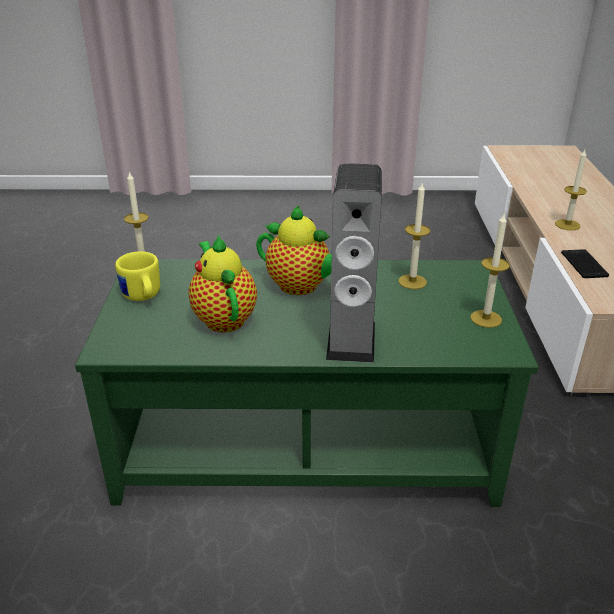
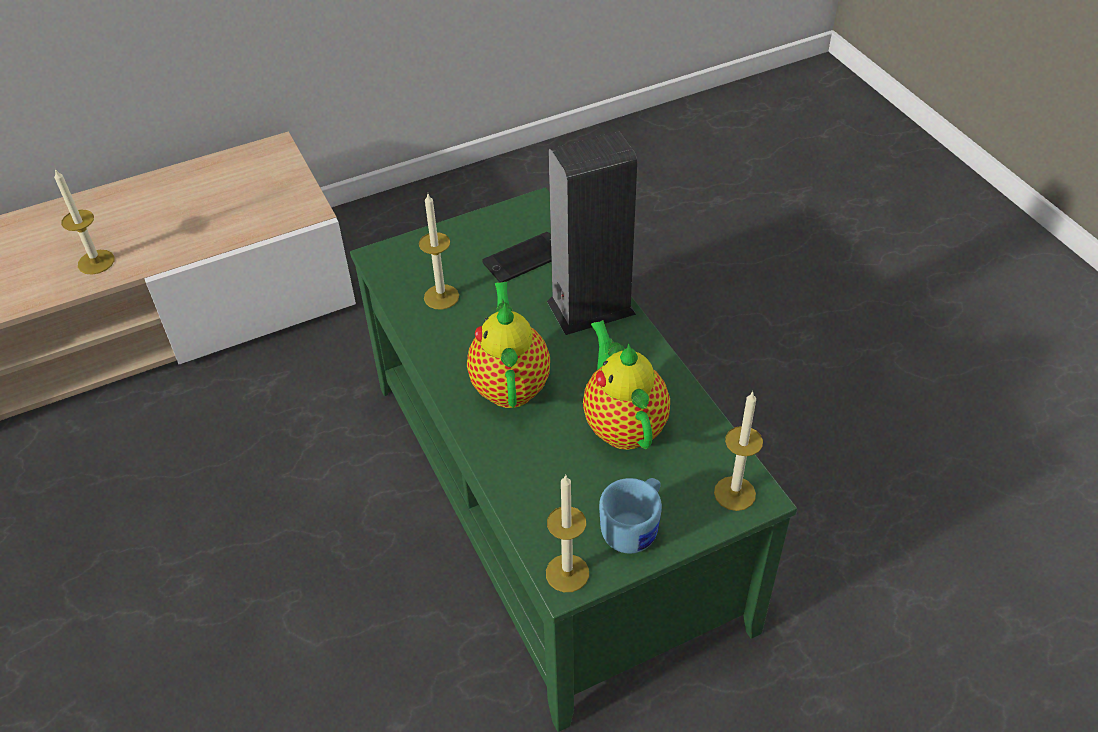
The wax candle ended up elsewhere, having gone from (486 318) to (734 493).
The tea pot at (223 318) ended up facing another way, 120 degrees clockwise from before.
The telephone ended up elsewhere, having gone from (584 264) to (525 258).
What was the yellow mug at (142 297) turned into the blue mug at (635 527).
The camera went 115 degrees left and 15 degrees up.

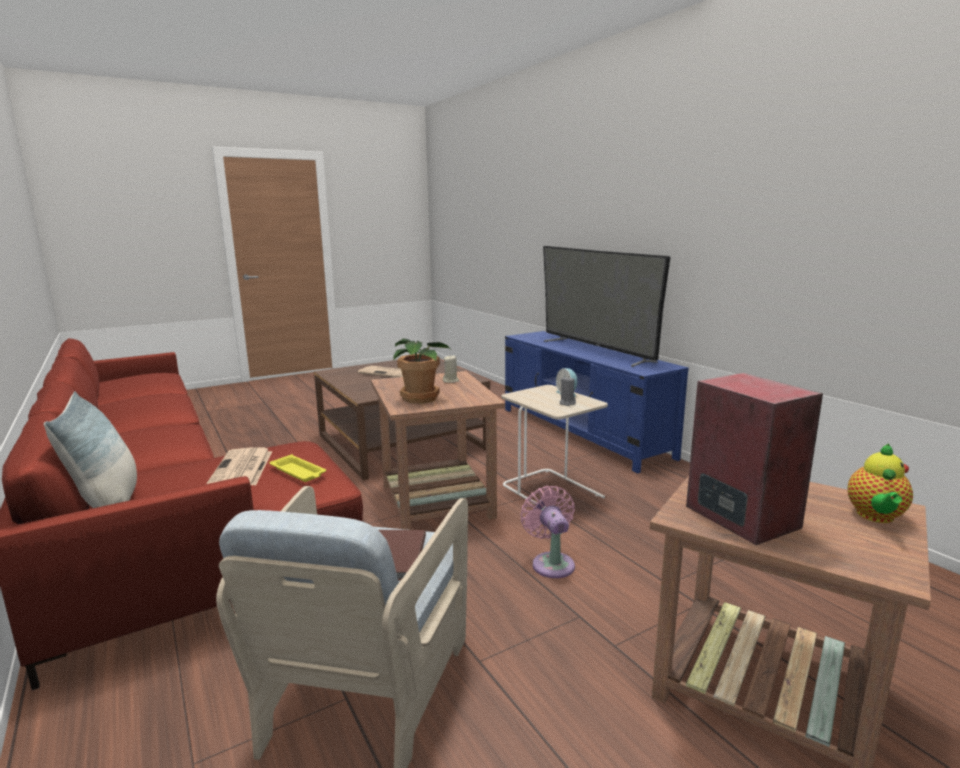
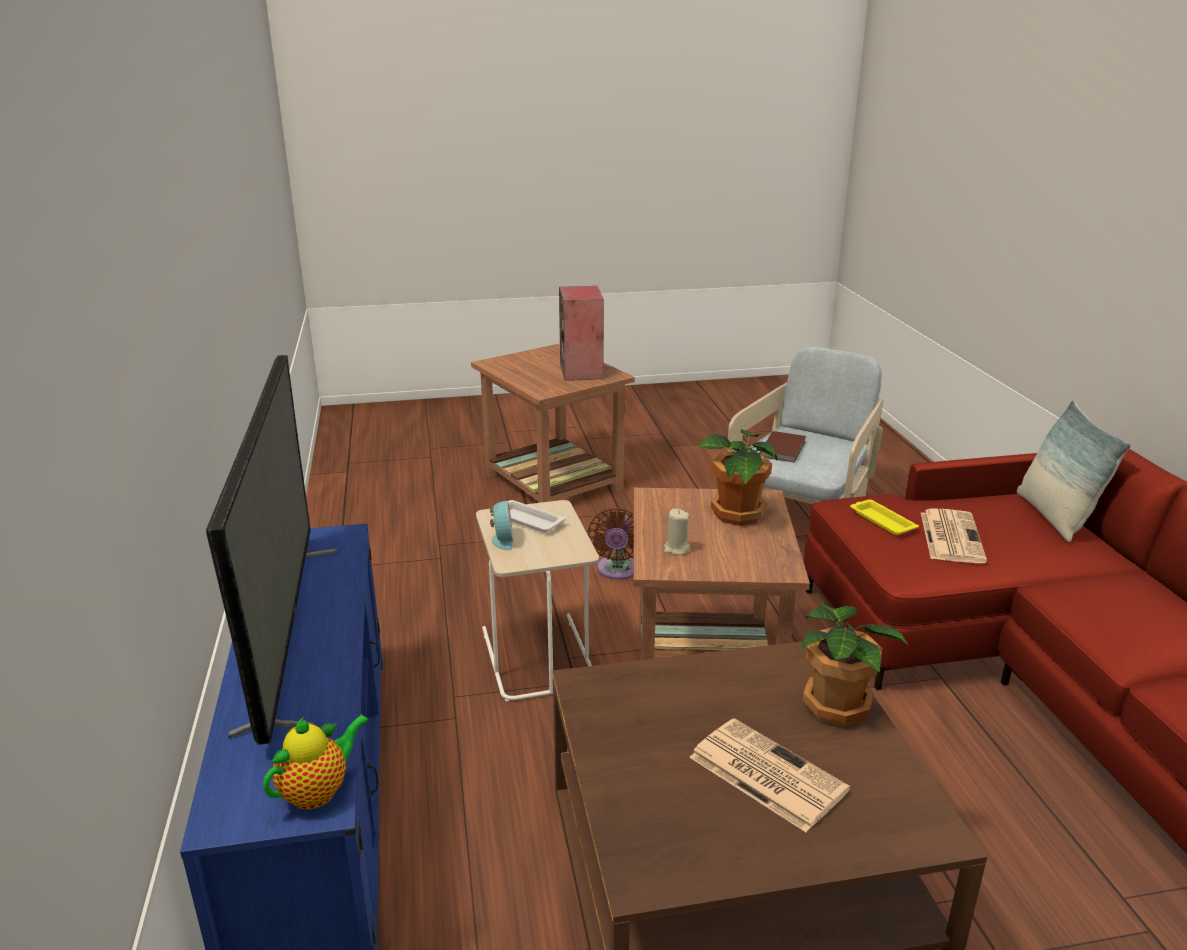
Where the grey wax candle stood at (567 403), the white-coloured tray came to stand at (527 520).
The tea pot ended up elsewhere, having gone from (875 517) to (318 791).
What was the pink-coloured fan at (551 563) turned into the brown fan at (617 571).
The second view gained the plant in a pot at (838 705).
The camera went 160 degrees left and 10 degrees up.

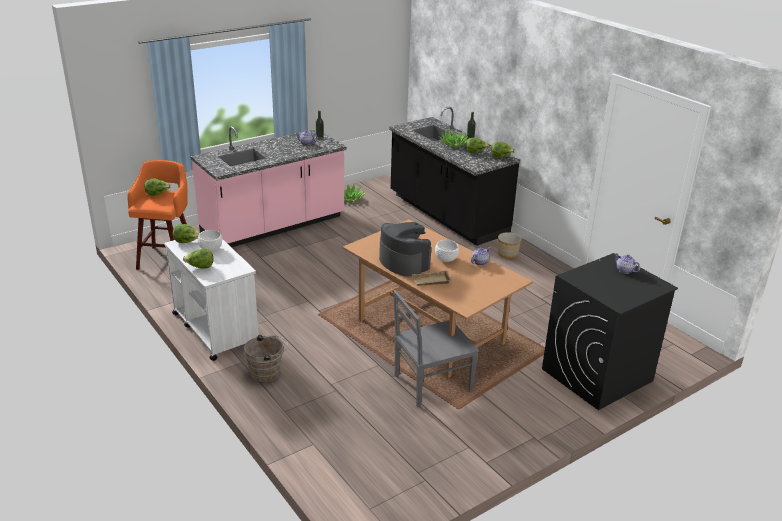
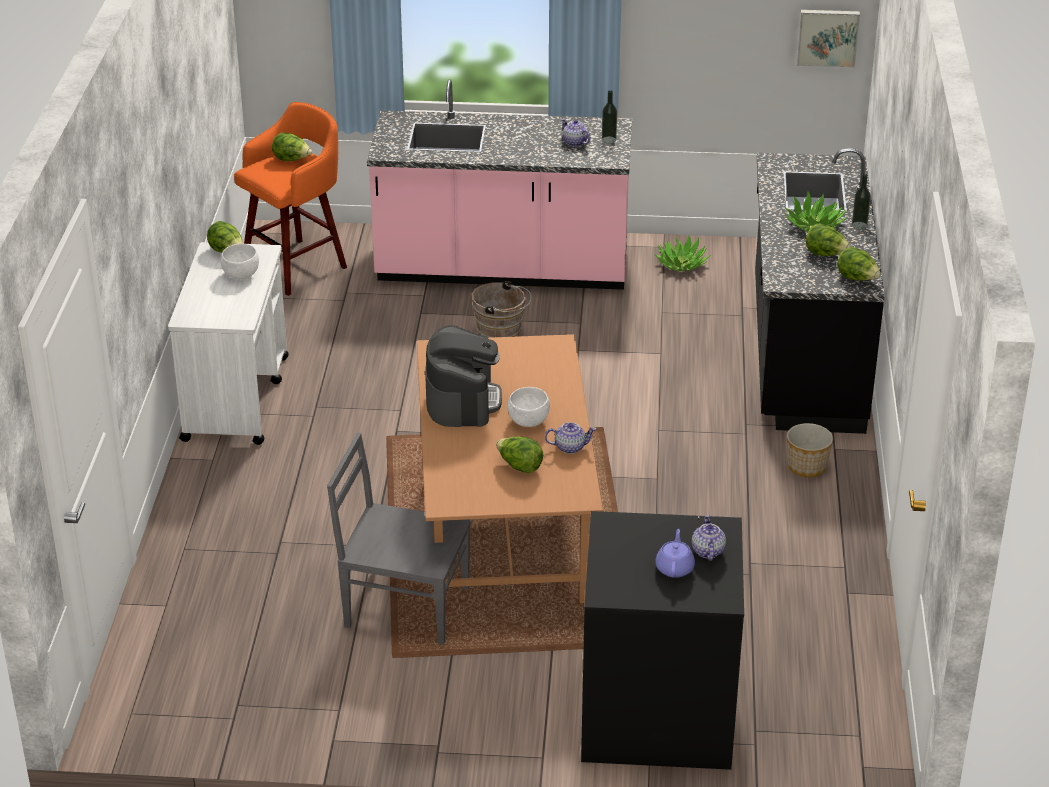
The lettuce head ended up elsewhere, having gone from (200 267) to (519 466).
The second view lost the beige-coloured tray at (430 282).
The brown bucket ended up elsewhere, having gone from (268 373) to (502 336).
The second view gained the wall picture at (827 37).
The second view gained the purple tea pot at (675 568).
The camera went 40 degrees right and 5 degrees up.

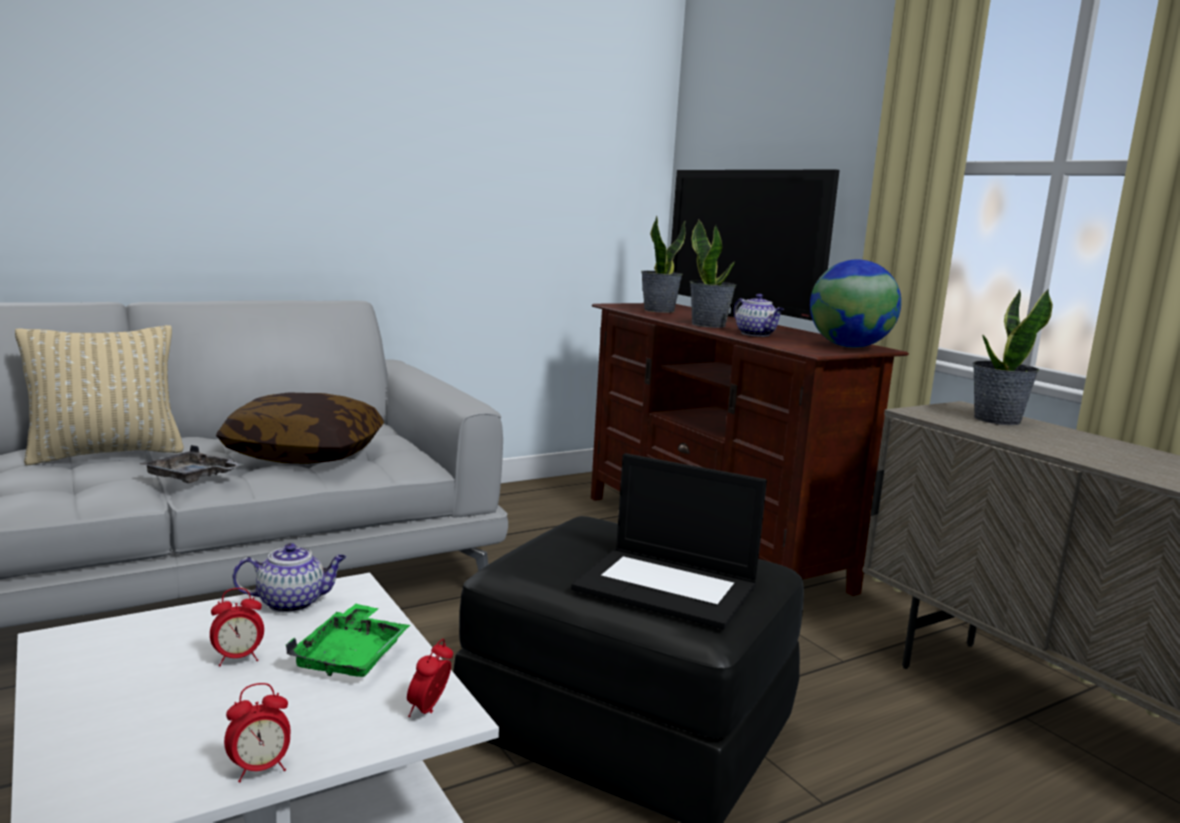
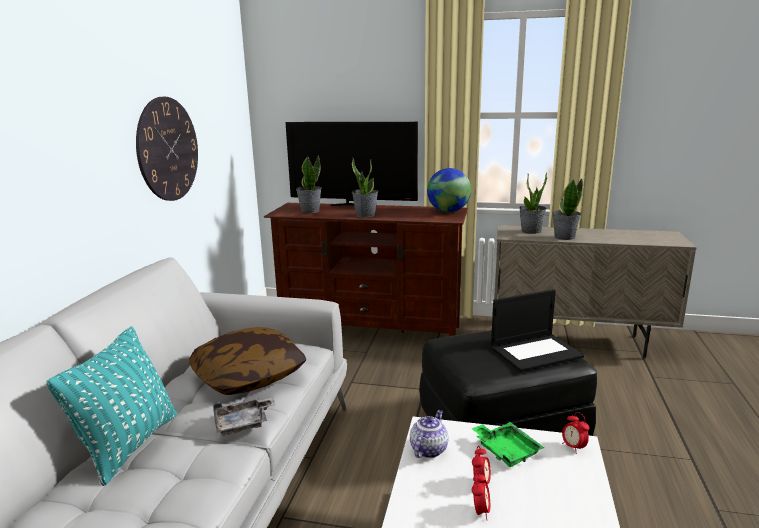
The second view lost the tea pot at (756 334).
What was the beige-coloured cushion at (106 454) turned into the blue-green cushion at (129 445).
The alarm clock ended up elsewhere, having gone from (260 769) to (480 511).
The second view gained the hanging clock at (168 149).
The second view gained the plant in a pot at (564 237).
The camera went 45 degrees left and 5 degrees up.

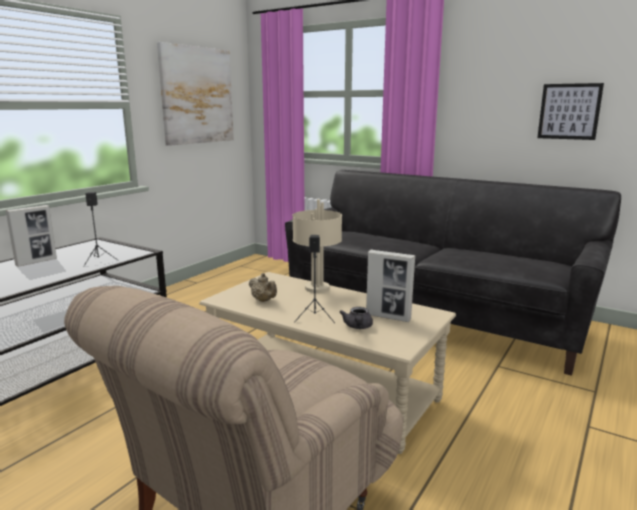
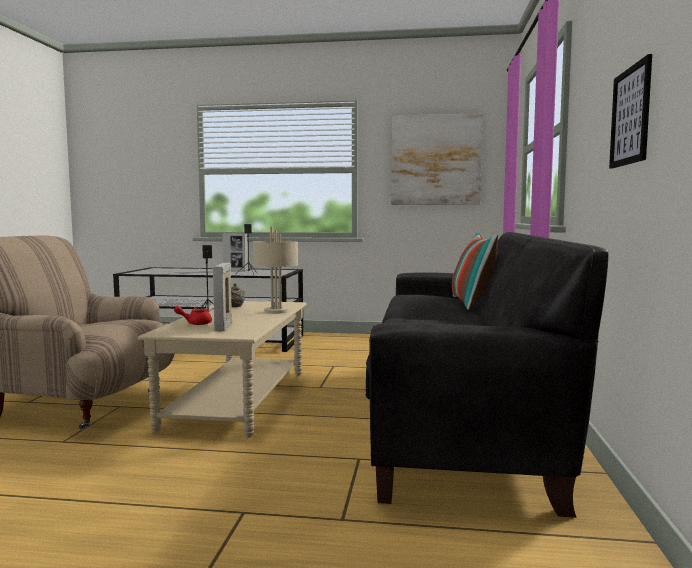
What was the grey tea pot at (358 327) turned into the red tea pot at (195 323).
The second view gained the cushion at (472 304).
The camera went 65 degrees right and 10 degrees down.

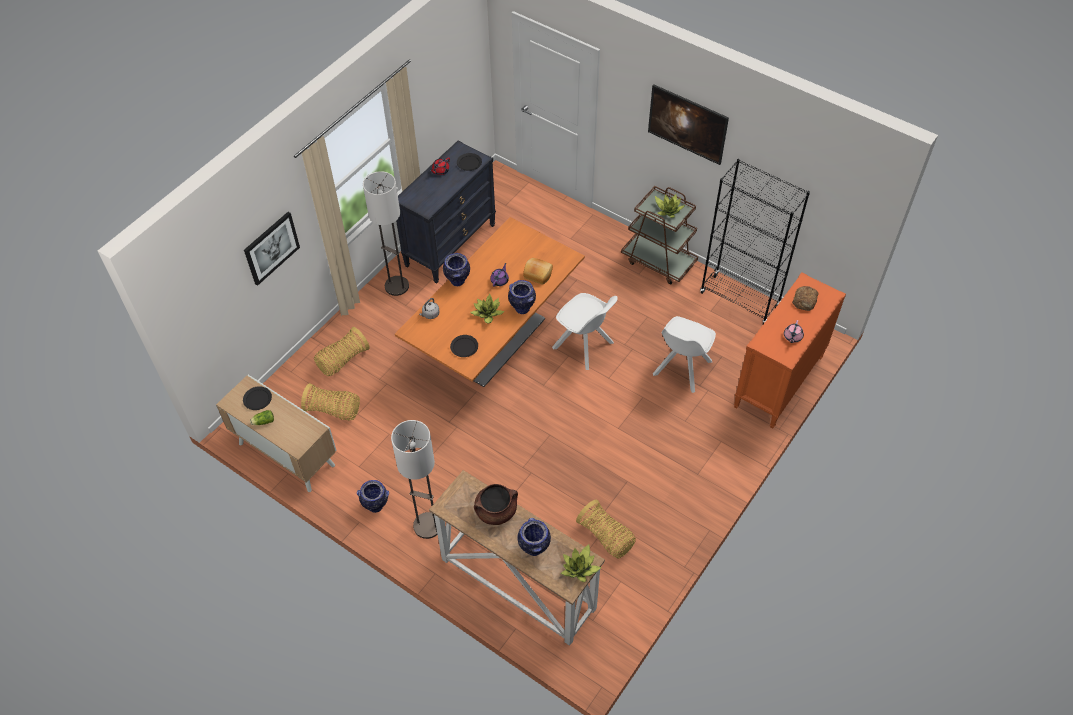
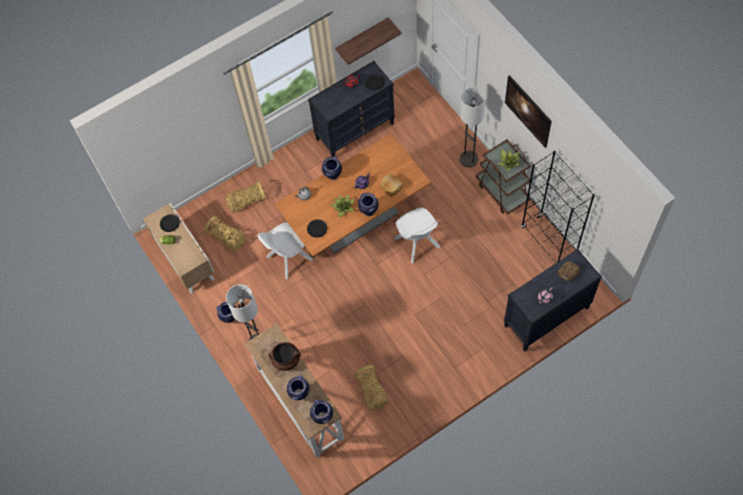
The floor lamp ended up elsewhere, having gone from (396 286) to (468 159).
The second view lost the wall picture at (271 248).
What was the orange-coloured drawer chest at (778 382) turned into the black-coloured drawer chest at (546 317).
The white-coloured upright chair ended up elsewhere, having gone from (681 369) to (288 258).
Where the plant in a pot stood at (580 568), the decorative vase came to stand at (323 417).
The second view gained the wall shelf at (362 38).
The camera went 25 degrees right and 10 degrees up.

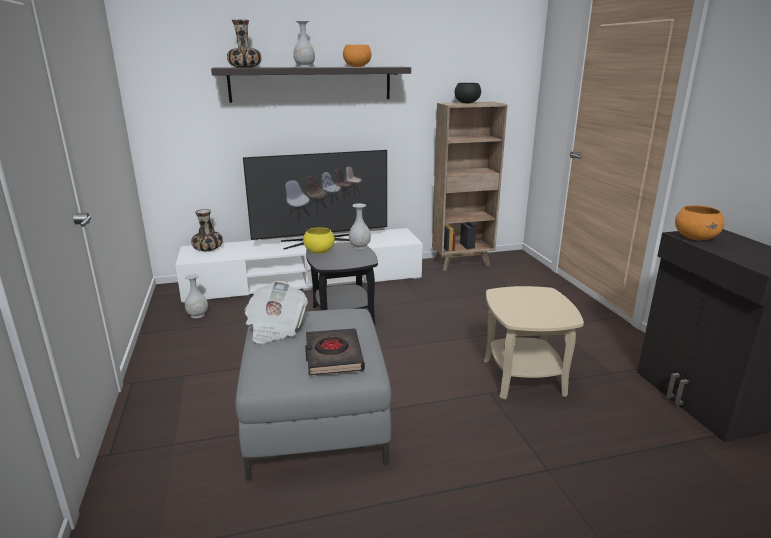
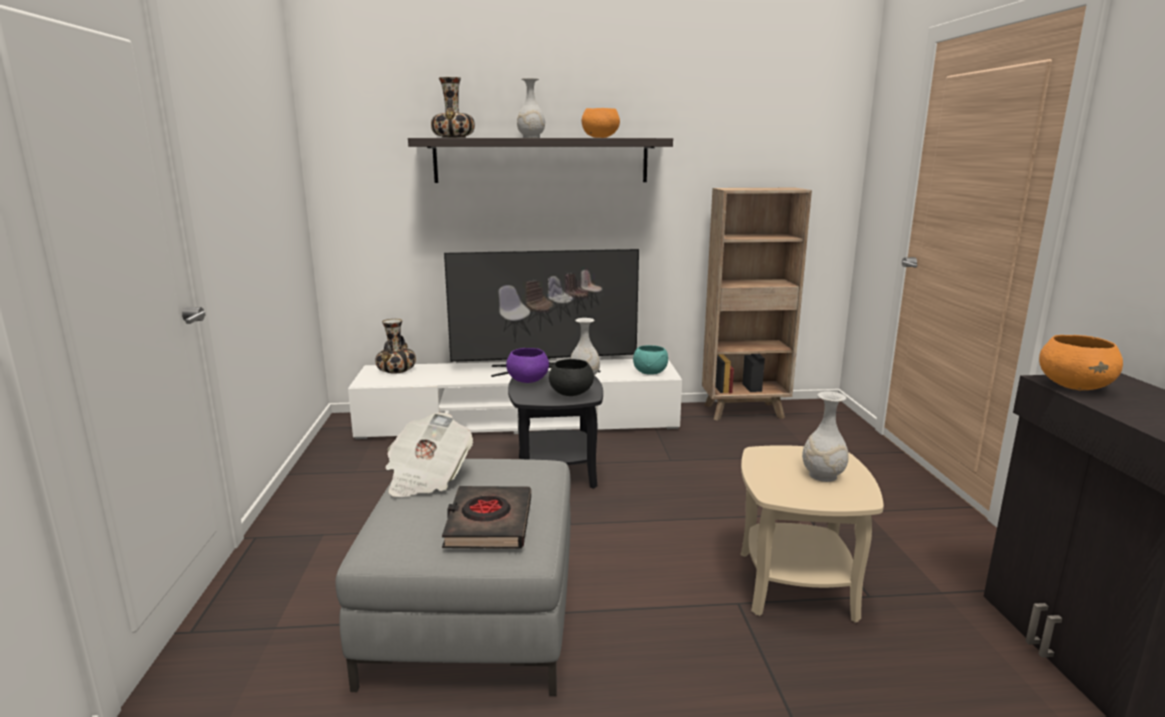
The black-coloured deep dish ended up elsewhere, having gone from (466 103) to (571 393).
What was the yellow deep dish at (319 252) turned into the purple deep dish at (527 381).
The white-coloured decorative vase ended up elsewhere, having gone from (197 315) to (822 475).
The second view gained the blue-green deep dish at (650 372).
The camera went 10 degrees right and 5 degrees down.

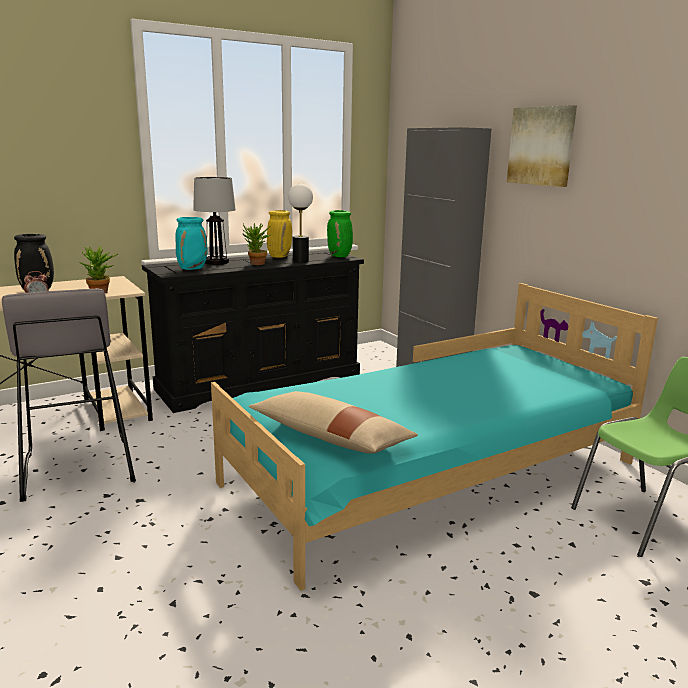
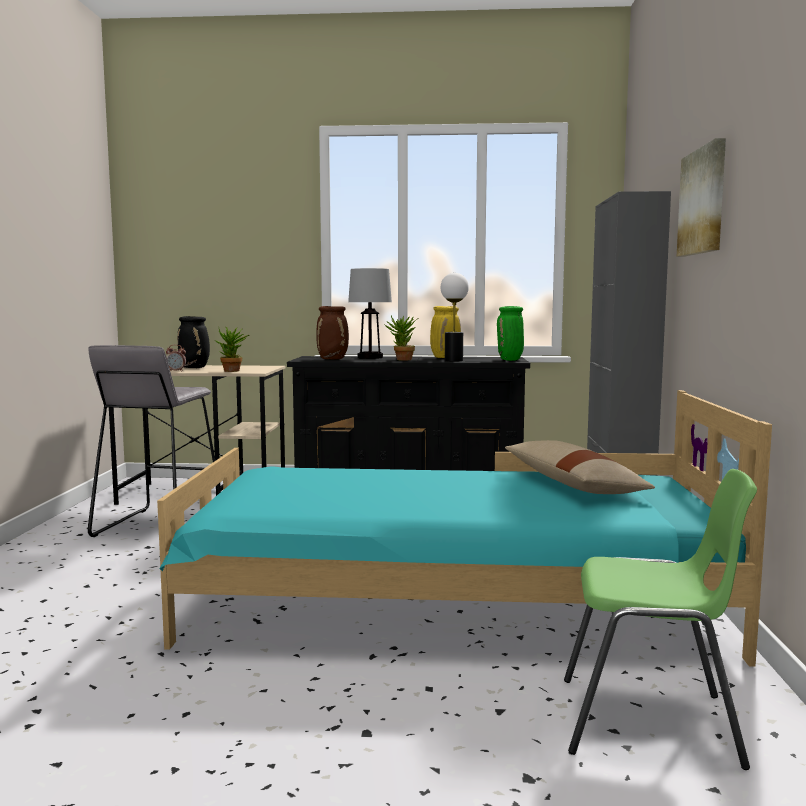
What was the blue-green decorative vase at (193 268) turned into the brown decorative vase at (333 359).
The beige-coloured cushion ended up elsewhere, having gone from (330 437) to (572 484).
The camera went 35 degrees right and 10 degrees down.

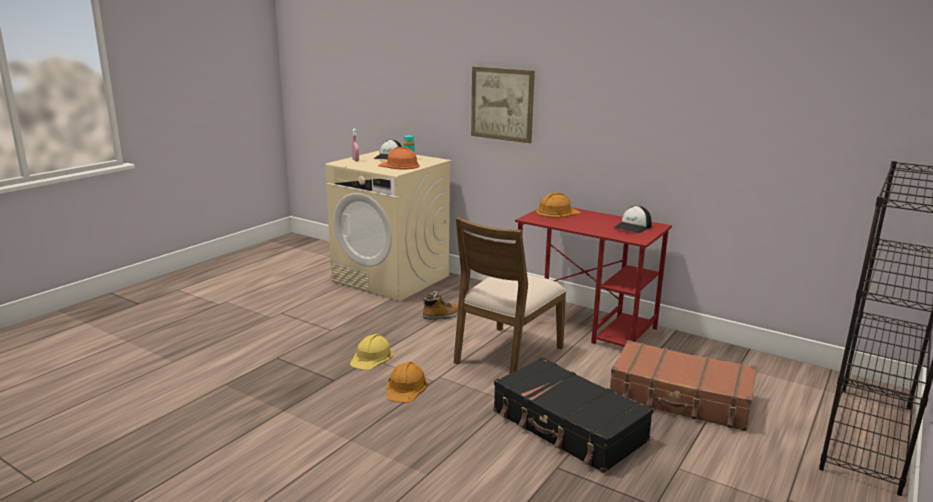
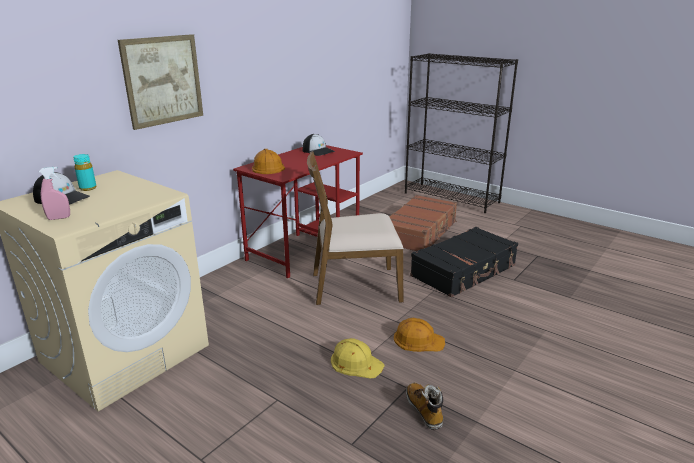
The second view lost the orange-coloured hard hat at (399 165).
The brown upright chair at (507 354) ended up facing another way, 135 degrees clockwise from before.
The boot ended up elsewhere, having gone from (442 316) to (424 410).
The camera went 85 degrees left and 5 degrees up.

